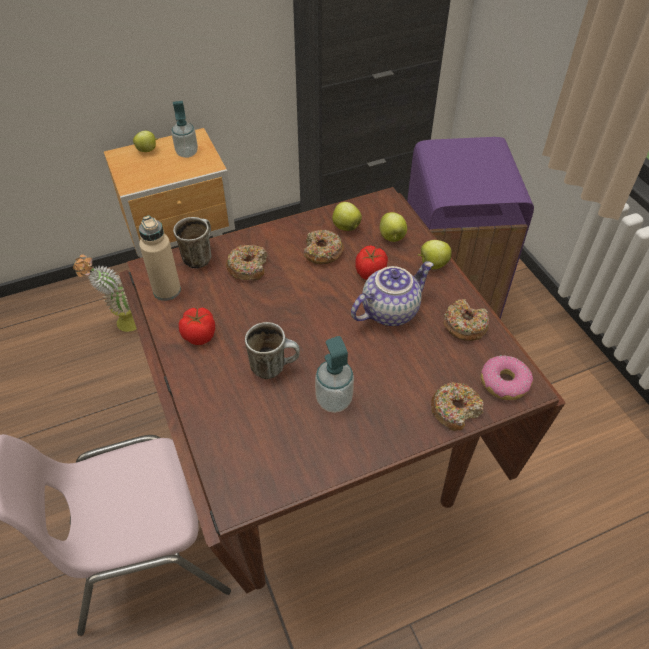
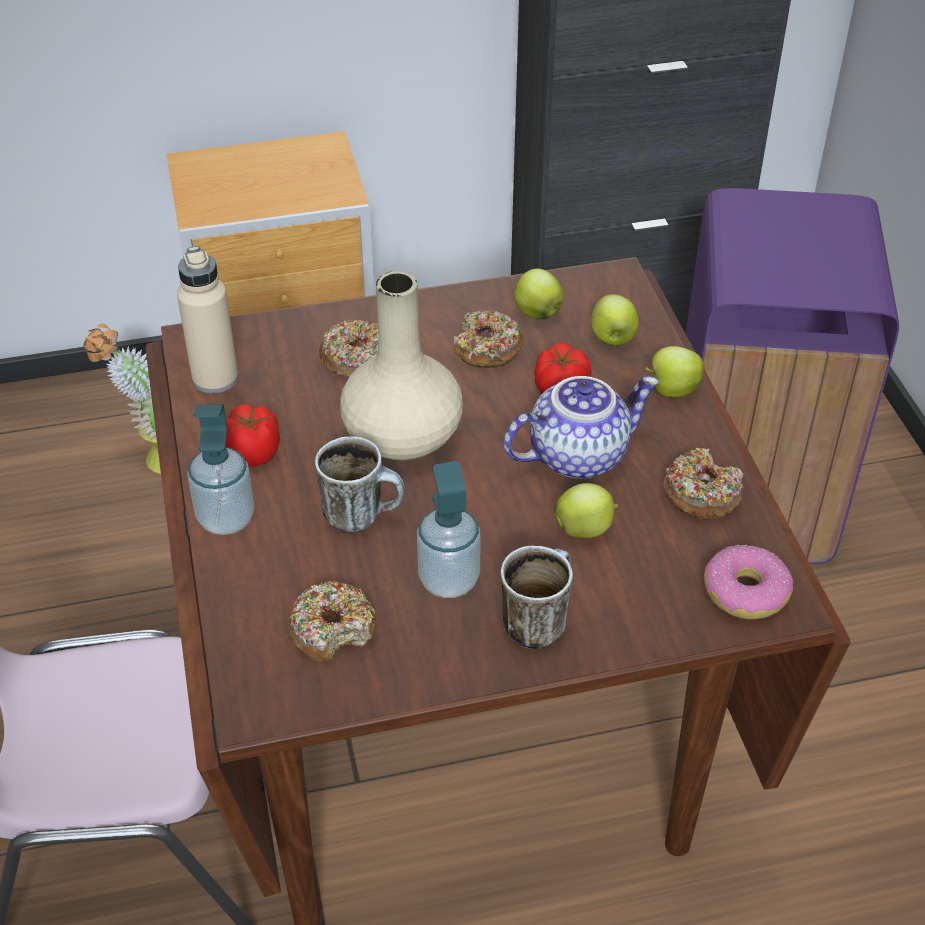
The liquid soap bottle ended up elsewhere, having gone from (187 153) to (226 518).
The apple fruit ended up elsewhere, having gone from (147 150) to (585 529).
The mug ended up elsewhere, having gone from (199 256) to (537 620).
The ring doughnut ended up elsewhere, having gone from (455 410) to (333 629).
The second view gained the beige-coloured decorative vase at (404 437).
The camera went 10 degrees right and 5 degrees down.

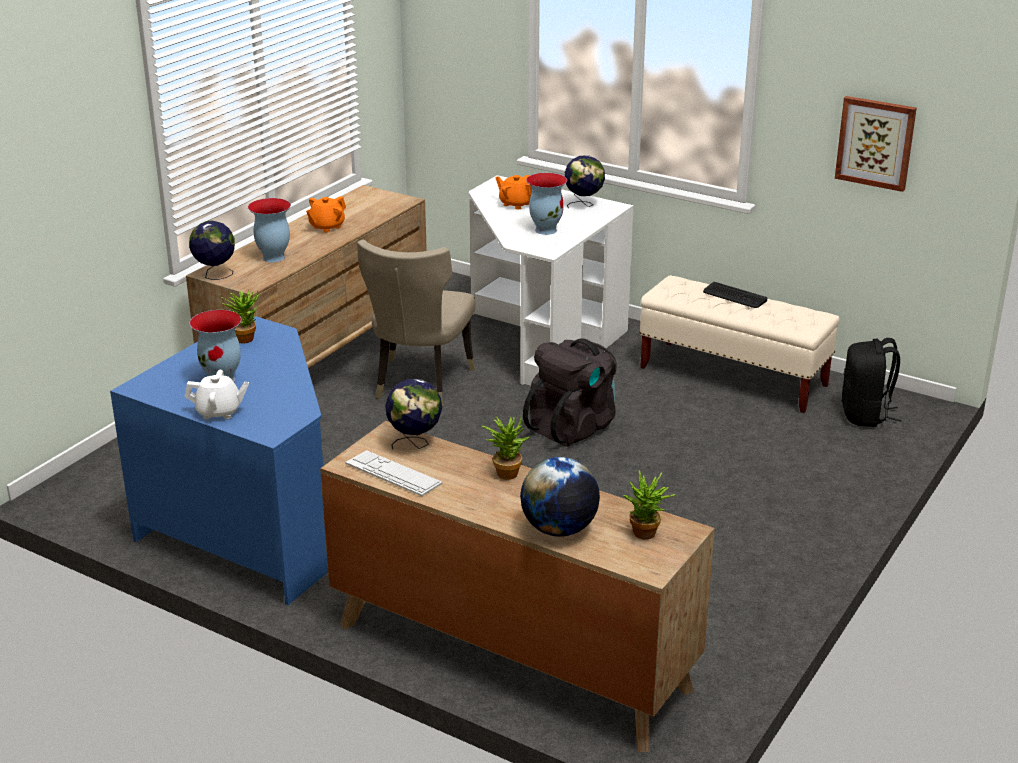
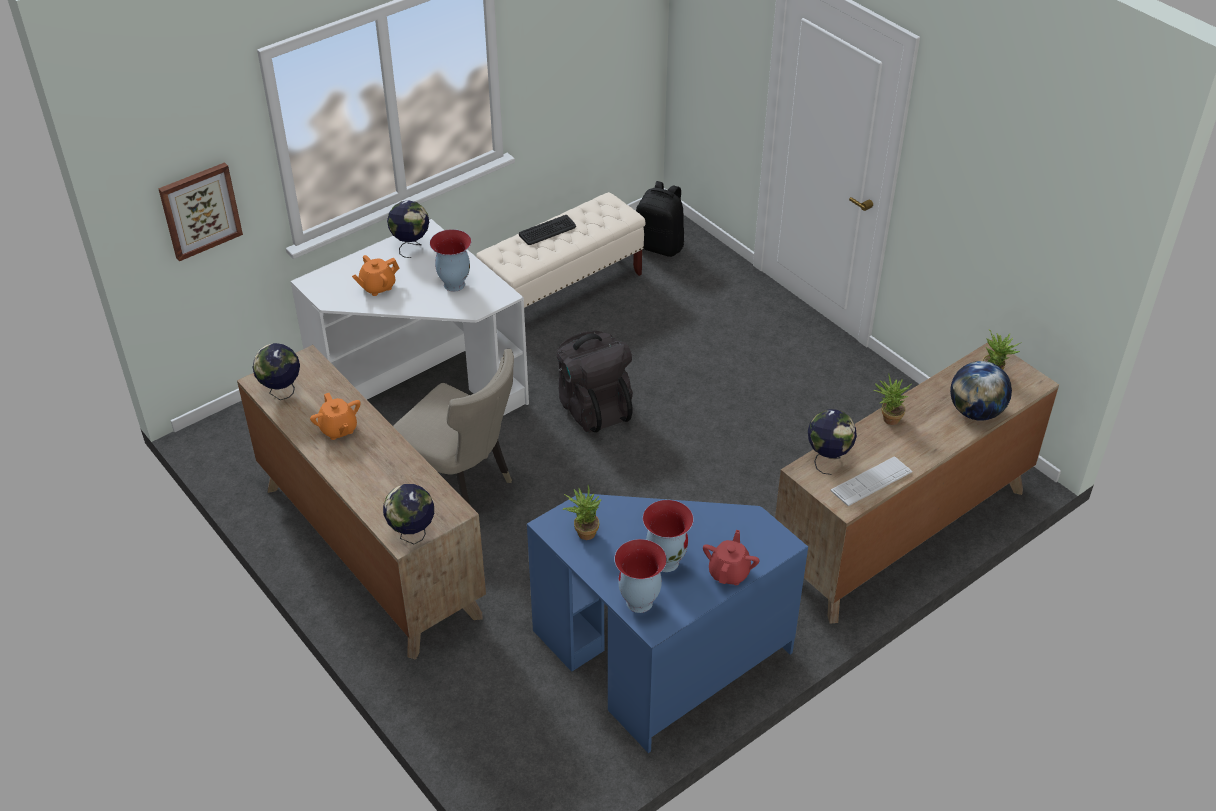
The wall picture ended up elsewhere, having gone from (875 142) to (200 210).
The decorative vase ended up elsewhere, having gone from (273 258) to (639 603).
What was the white-coloured tea pot at (219 412) turned into the red tea pot at (729 572).
The second view gained the world globe at (281 392).
The camera went 70 degrees left and 15 degrees up.

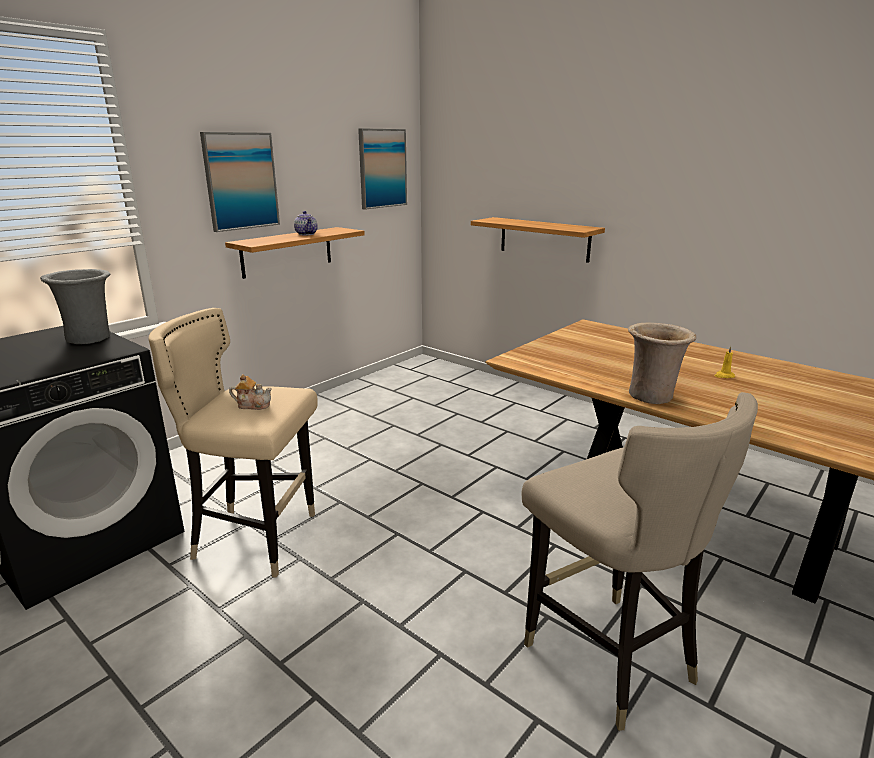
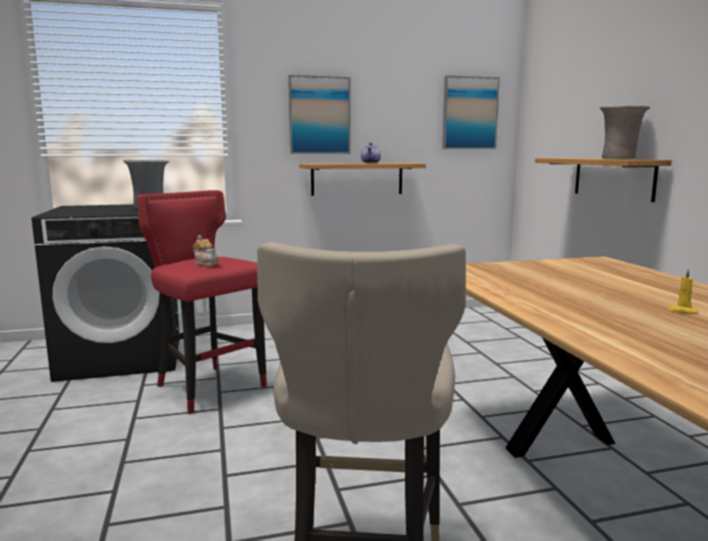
What was the beige-coloured stool seat at (257 539) turned into the red stool seat at (210 388).
The beige-coloured decorative vase ended up elsewhere, having gone from (652 396) to (620 159).
The camera went 35 degrees right and 10 degrees down.

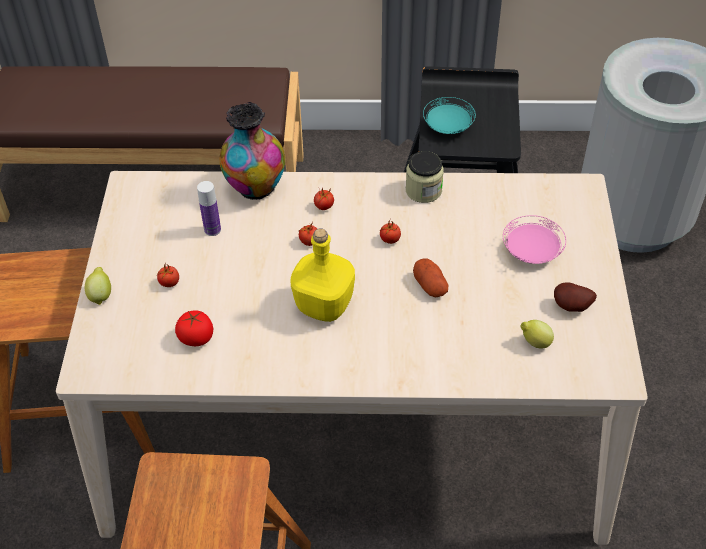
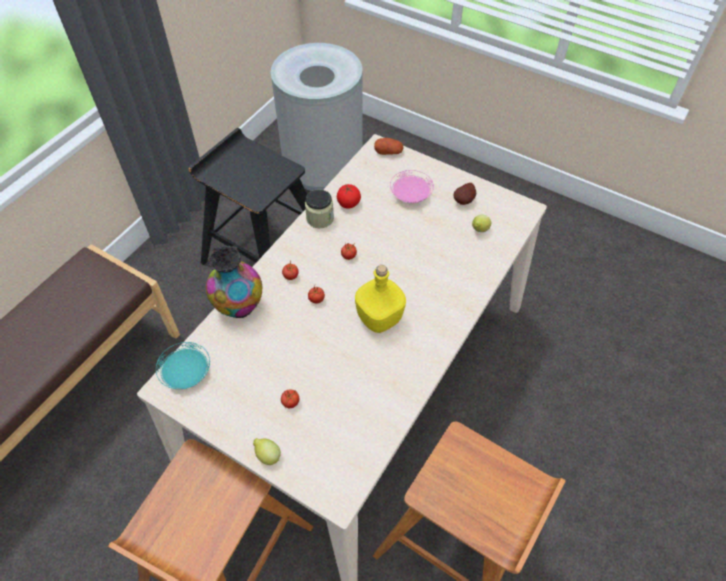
The blue-green dinner plate ended up elsewhere, having gone from (447 127) to (186 374).
The second view lost the bottle at (212 230).
The whole potato ended up elsewhere, having gone from (430 285) to (388 152).
The fresh tomato ended up elsewhere, having gone from (196 338) to (348 203).
The camera went 60 degrees left and 5 degrees up.

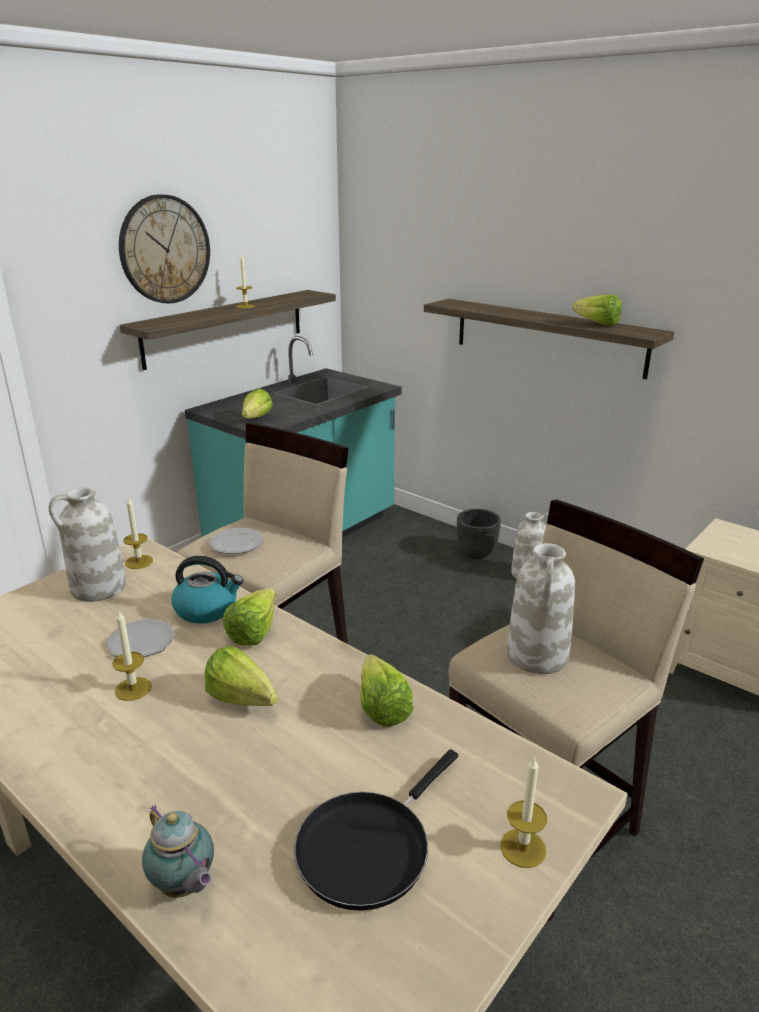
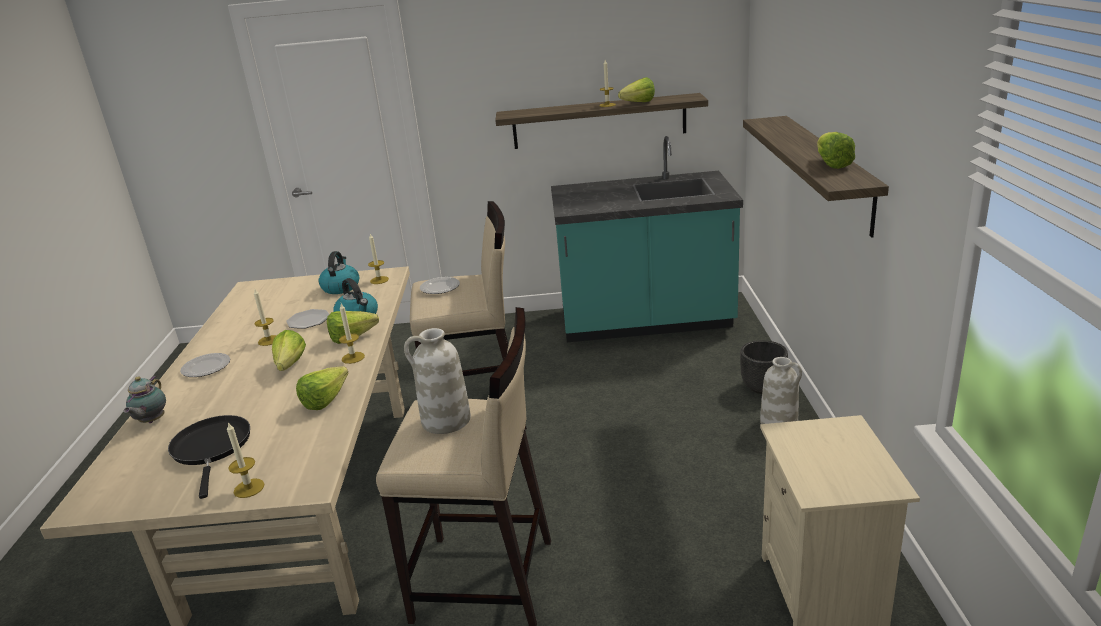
The second view lost the hanging clock at (164 250).
The lettuce head ended up elsewhere, having gone from (253 420) to (635 104).
Where the white-coloured decorative vase stood at (98 588), the water kettle came to stand at (341 287).
The black-coloured pan at (368 847) ended up facing another way, 75 degrees clockwise from before.
The second view gained the wax candle at (353 357).
The second view gained the dinner plate at (206 368).
The camera went 50 degrees right and 0 degrees up.

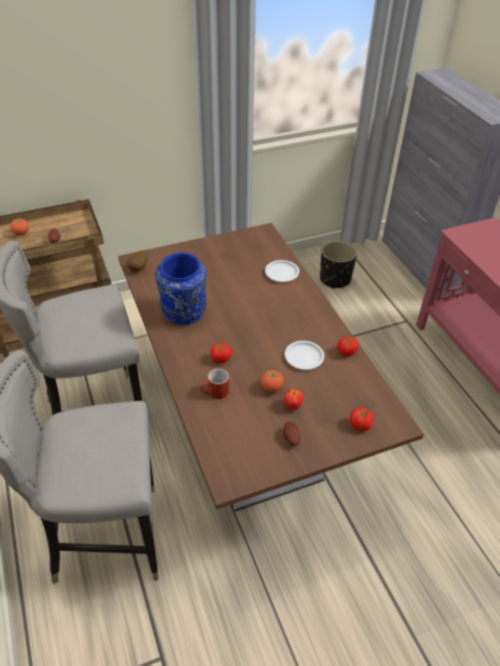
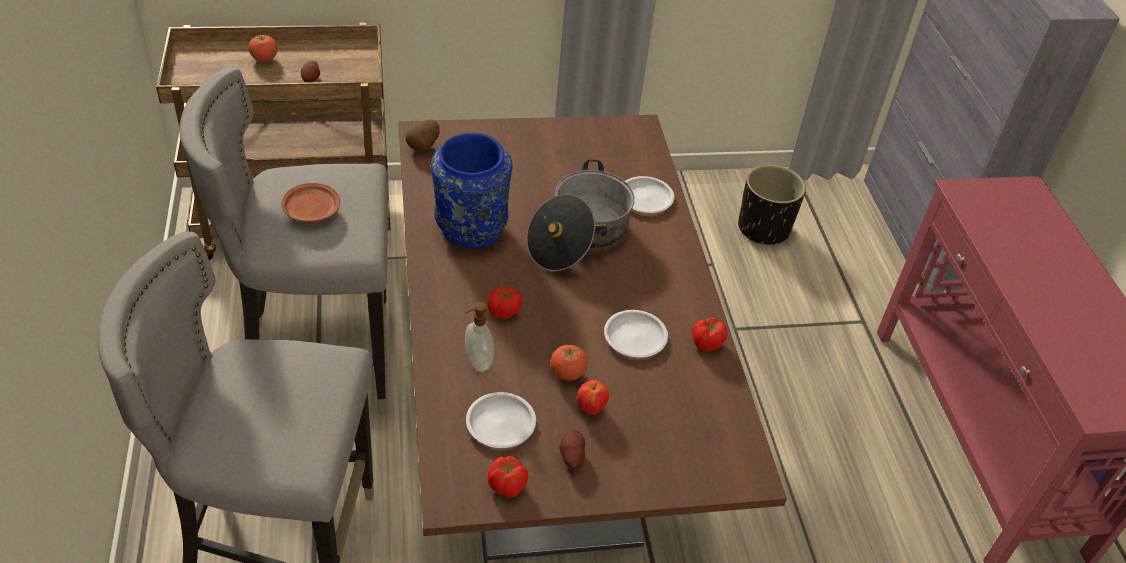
Where the red mug stood at (215 393), the liquid soap bottle came to stand at (477 362).
The fresh tomato ended up elsewhere, having gone from (360 425) to (507 486).
The second view gained the cooking pot at (579 236).
The second view gained the brown dinner plate at (311 210).
The second view gained the white-coloured dinner plate at (501 423).
The camera went 10 degrees right and 0 degrees up.

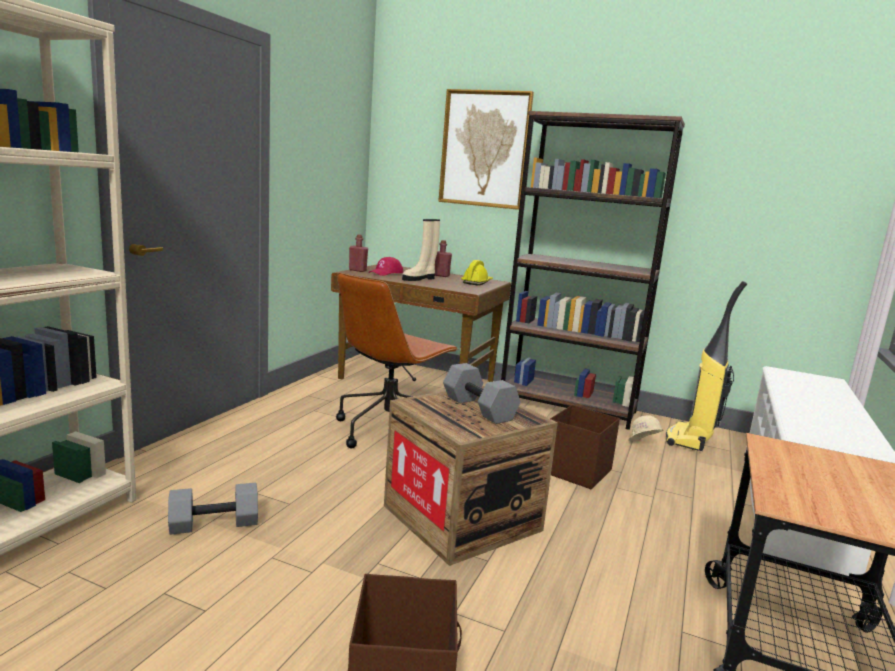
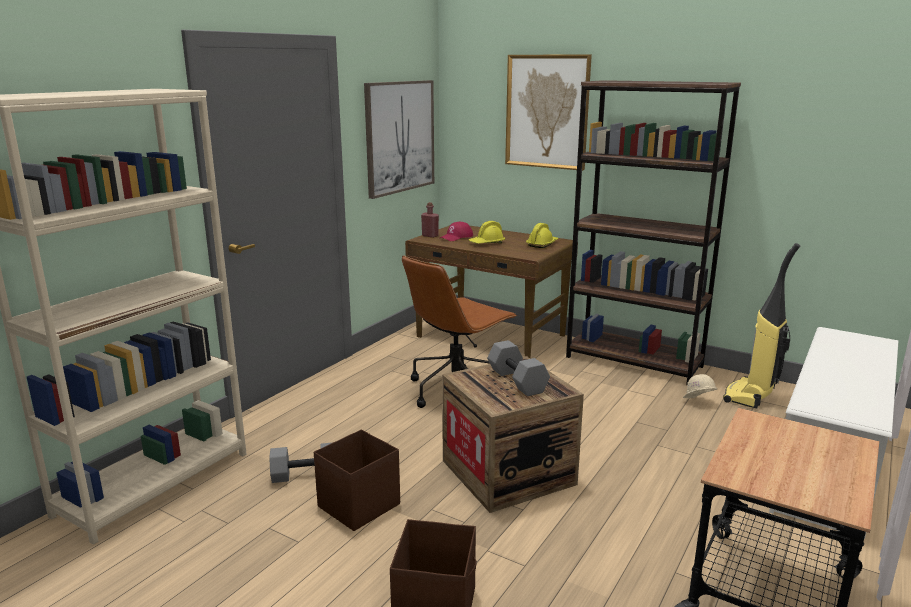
Where the beige-coloured boot stood at (419 279), the yellow hard hat came to stand at (487 243).
The second view lost the red bottle at (440 275).
The brown storage container ended up elsewhere, having gone from (576 472) to (358 506).
The second view gained the wall picture at (400 137).
The camera went 10 degrees right and 5 degrees up.

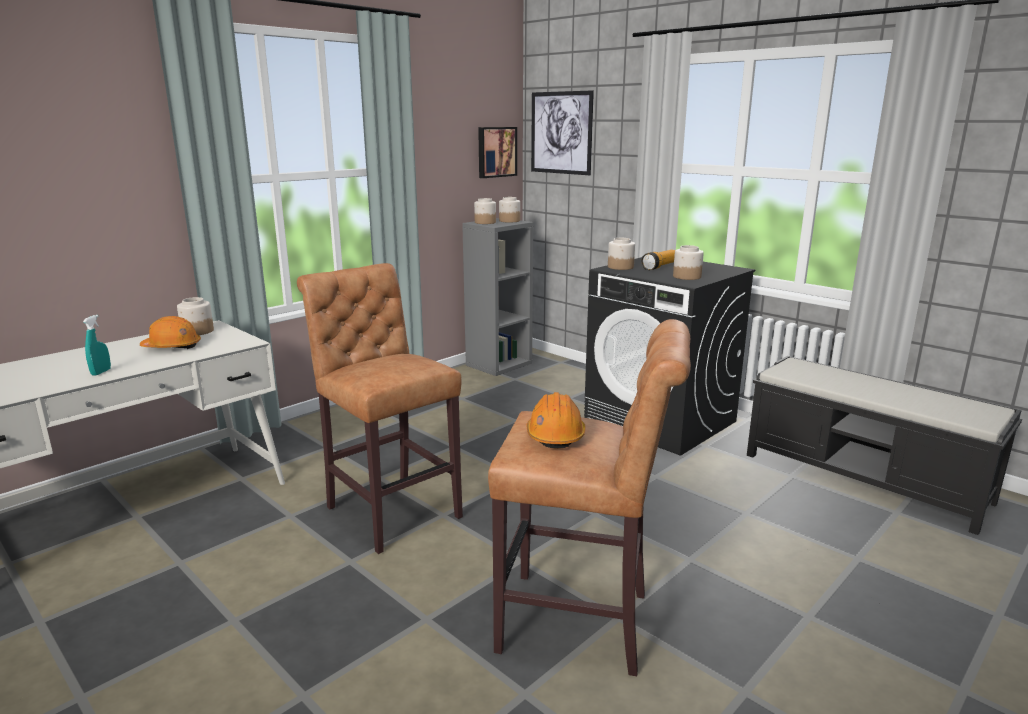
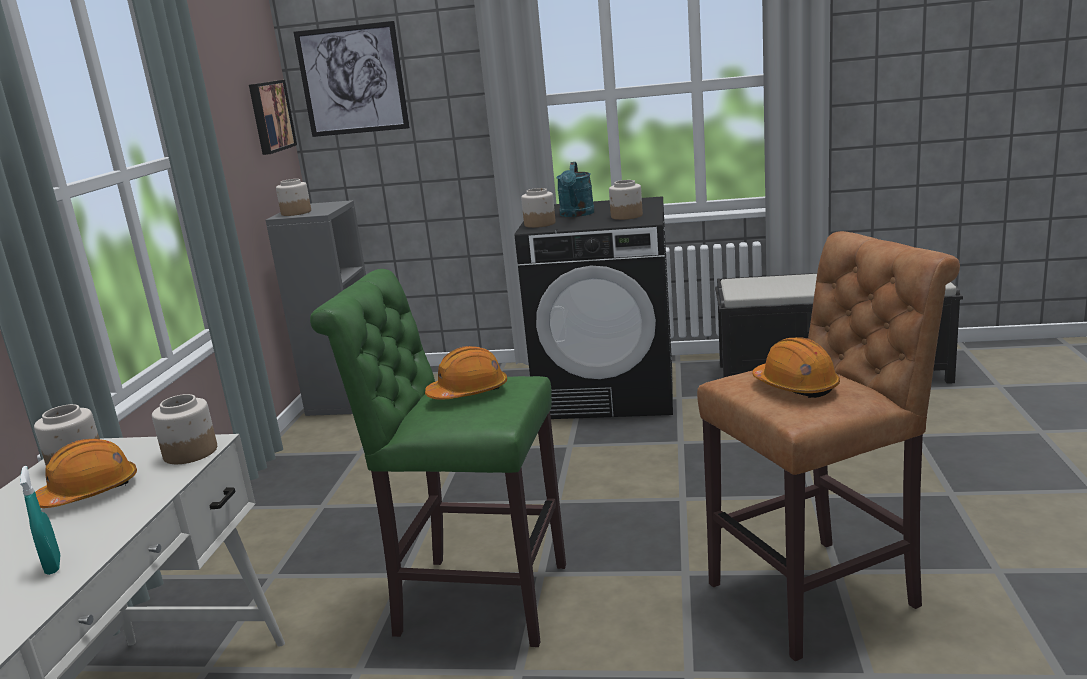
The preserve jar ended up elsewhere, having gone from (509 221) to (190 453).
Where the flashlight stood at (660 267), the blue-green watering pot came to stand at (576 214).
What was the brown stool seat at (389 509) turned into the green stool seat at (473 599).
The second view gained the orange-coloured hard hat at (468 392).
The camera went 35 degrees left and 0 degrees up.

